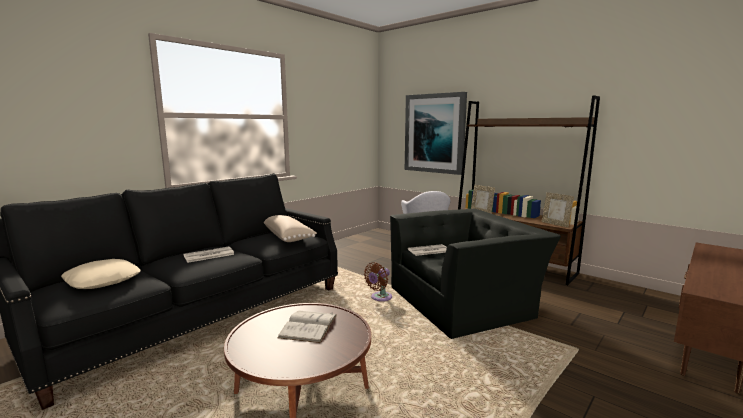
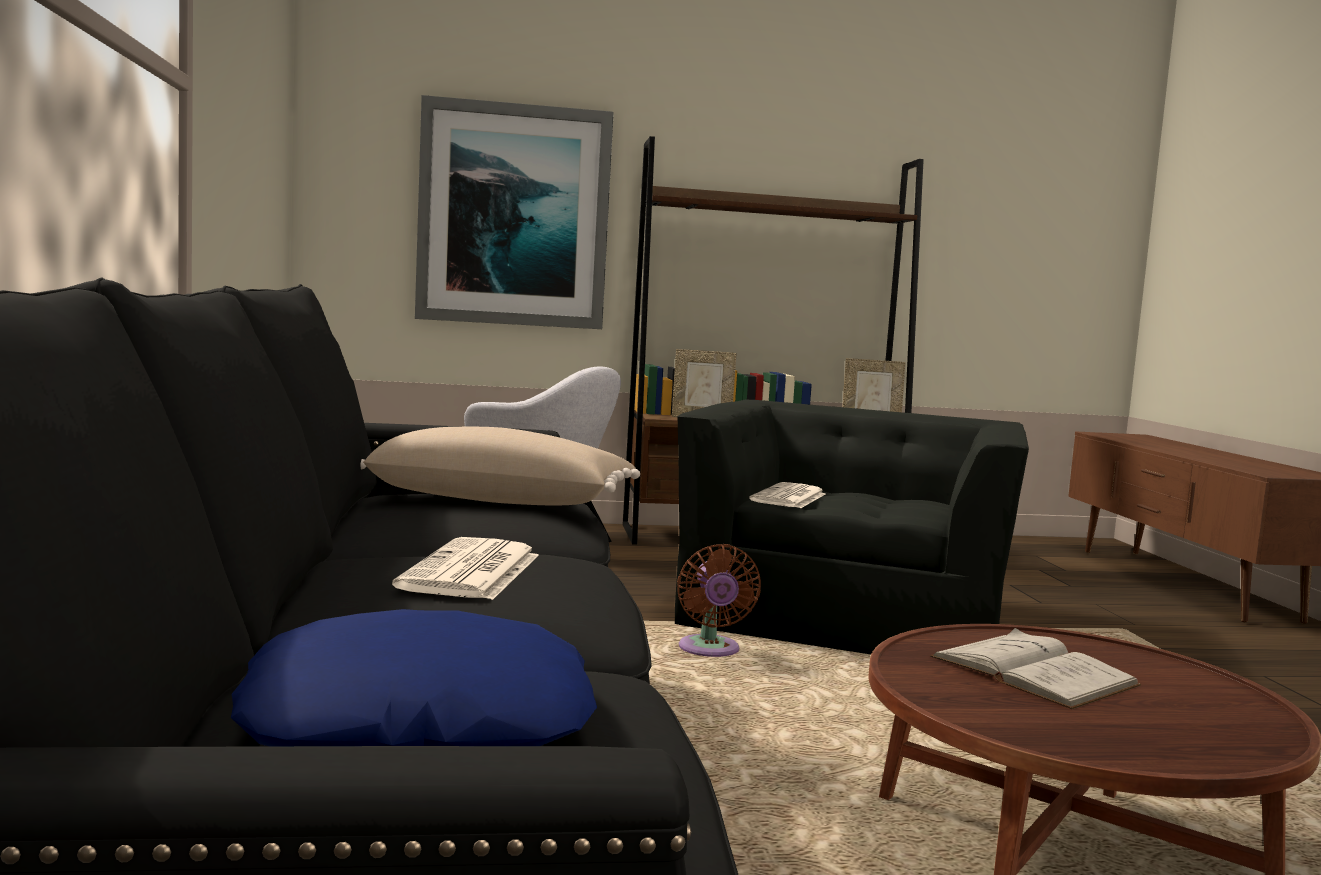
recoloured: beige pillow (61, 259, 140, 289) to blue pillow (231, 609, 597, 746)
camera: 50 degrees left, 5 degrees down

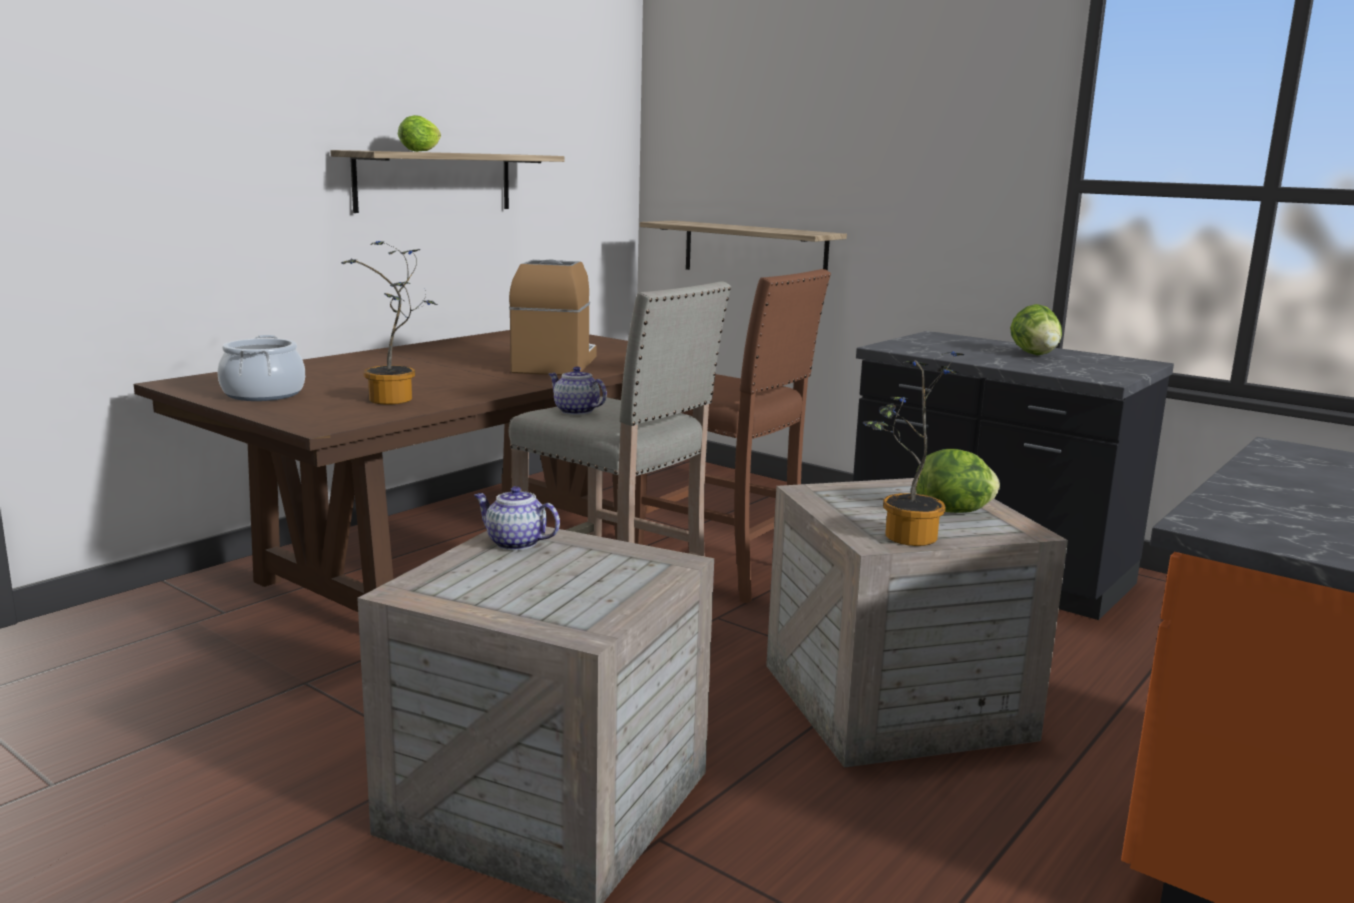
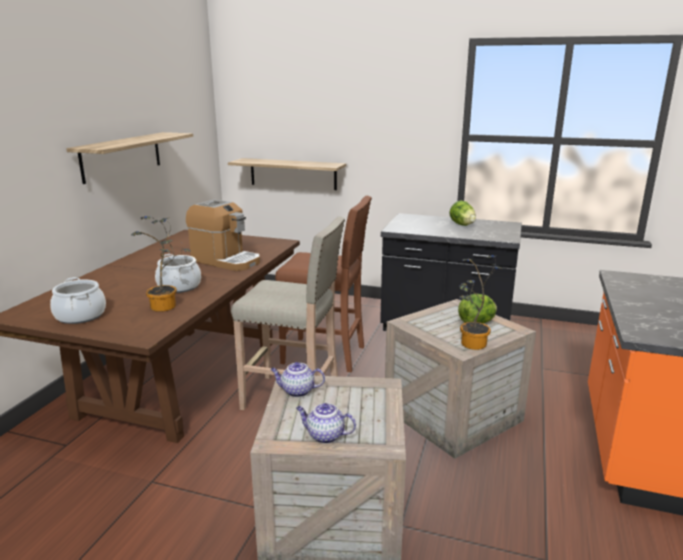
removed: lettuce (398, 115, 441, 152)
added: cooking pot (155, 254, 201, 293)
moved: teapot (548, 366, 607, 415) to (296, 403, 356, 444)
turned: coffee machine (509, 260, 596, 375) = (186, 199, 260, 271) 135 degrees clockwise
camera: 20 degrees left, 5 degrees up

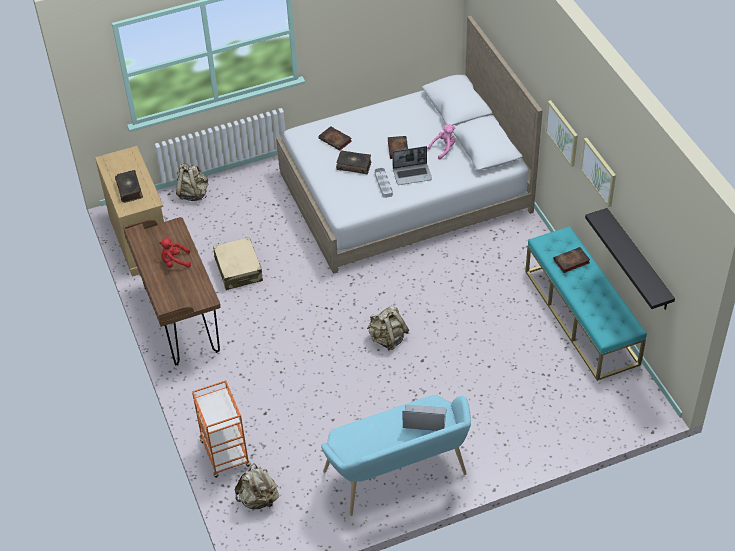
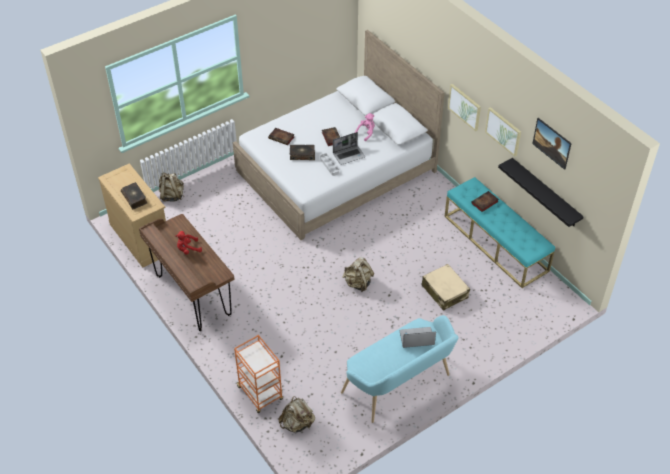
added: picture (532, 118, 572, 170)
moved: beige suitcase (213, 237, 263, 290) to (422, 264, 470, 311)
camera: 15 degrees left, 0 degrees up

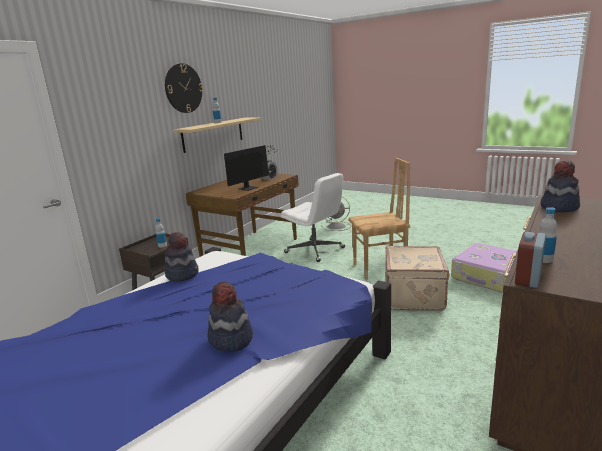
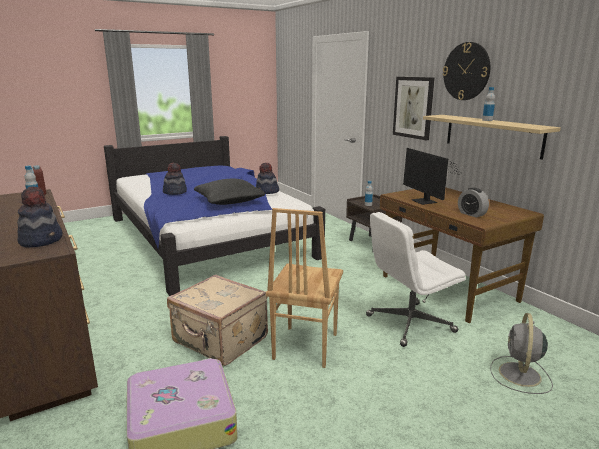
added: black pillow (194, 179, 265, 205); picture (393, 77, 435, 140)
camera: 115 degrees right, 0 degrees up

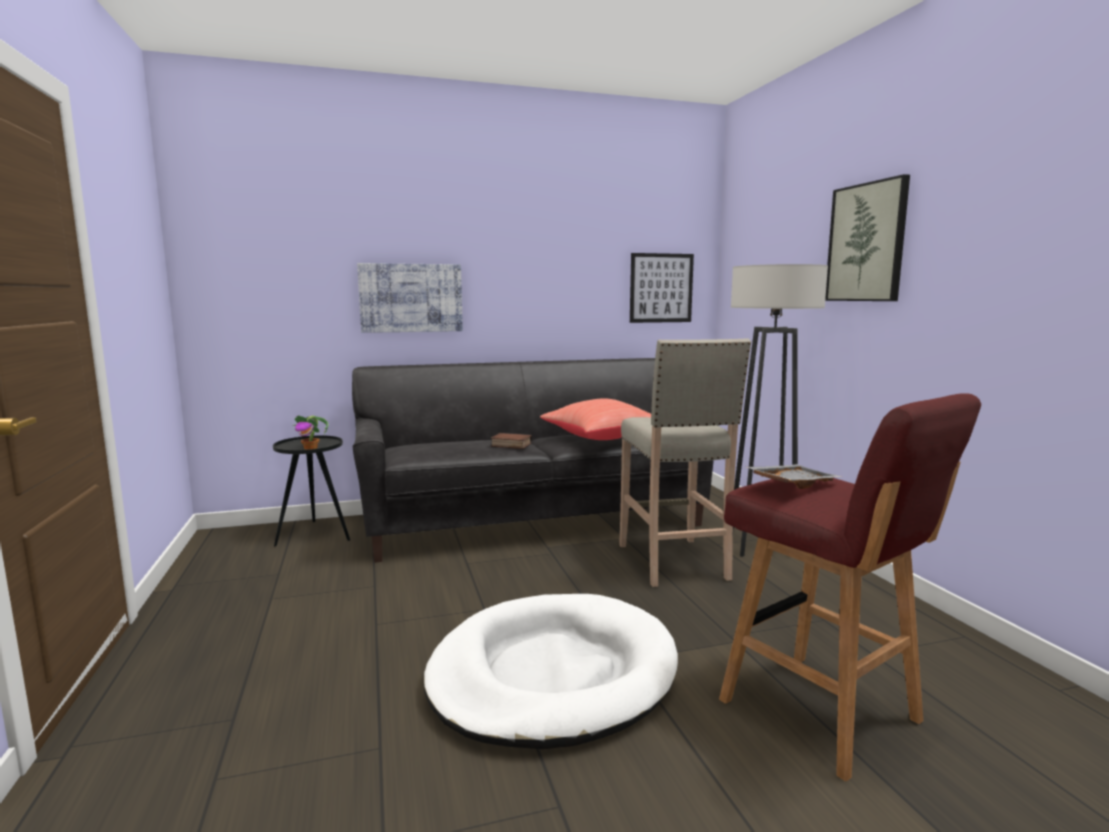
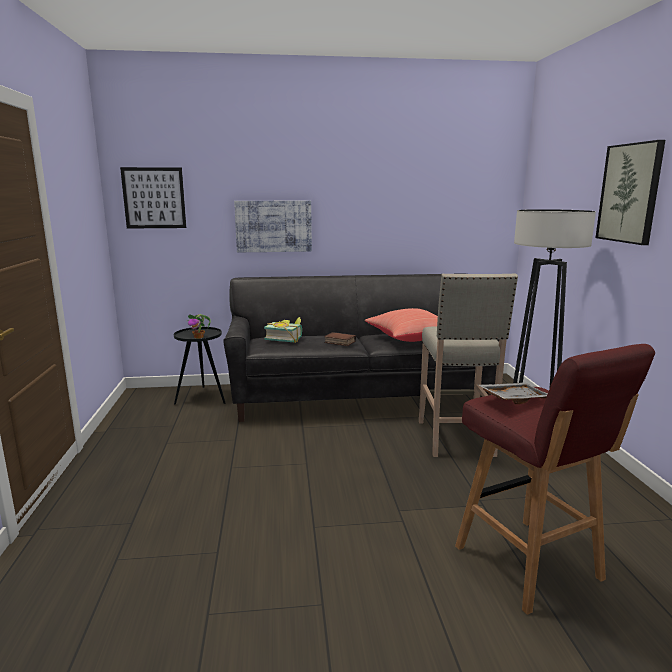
removed: white dog bed (424, 594, 678, 749)
added: book (264, 317, 302, 343)
moved: picture (630, 253, 694, 323) to (120, 167, 186, 229)
camera: 10 degrees right, 5 degrees up

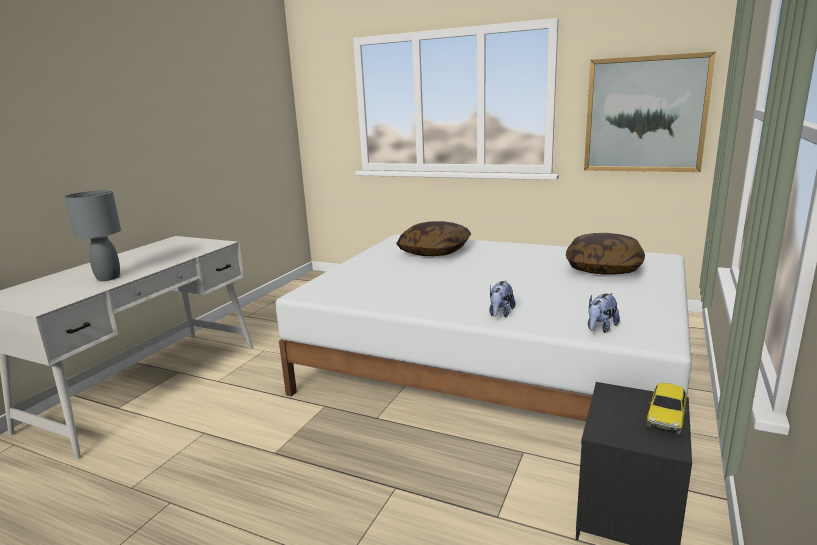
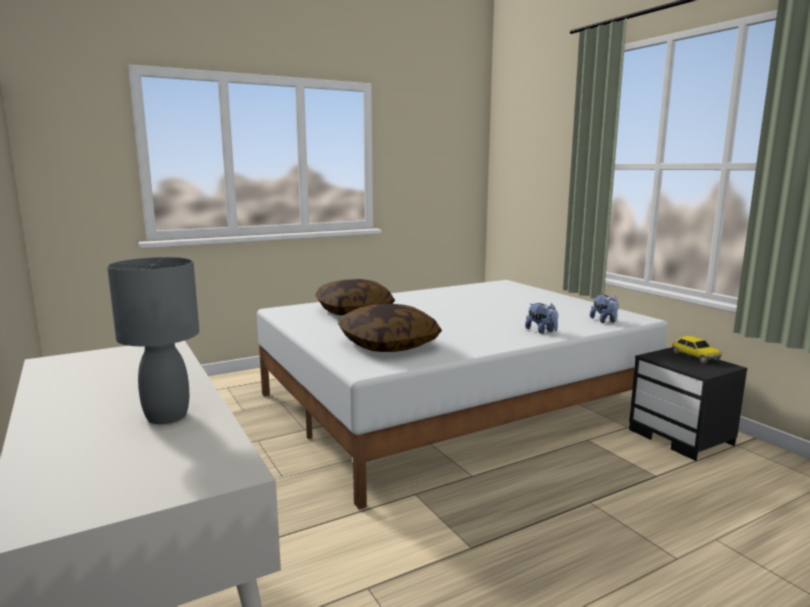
removed: picture (584, 52, 716, 172)
moved: pillow (566, 233, 645, 275) to (338, 304, 442, 352)
camera: 55 degrees left, 5 degrees down

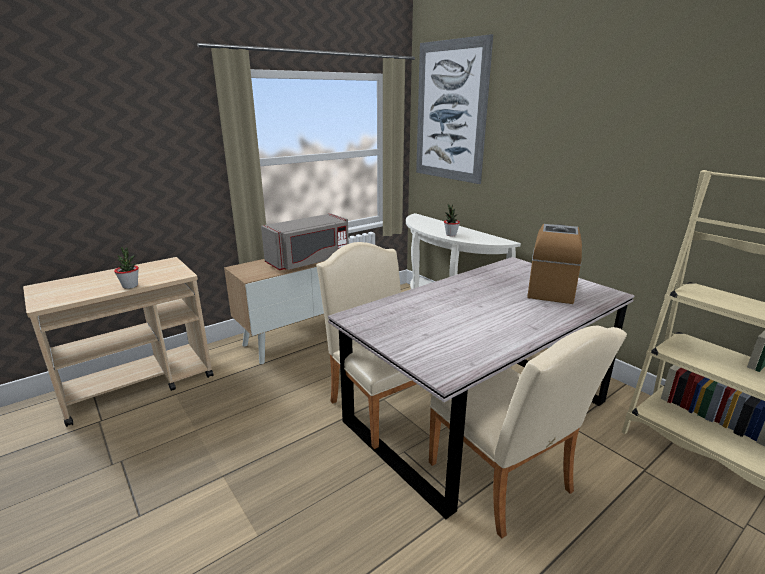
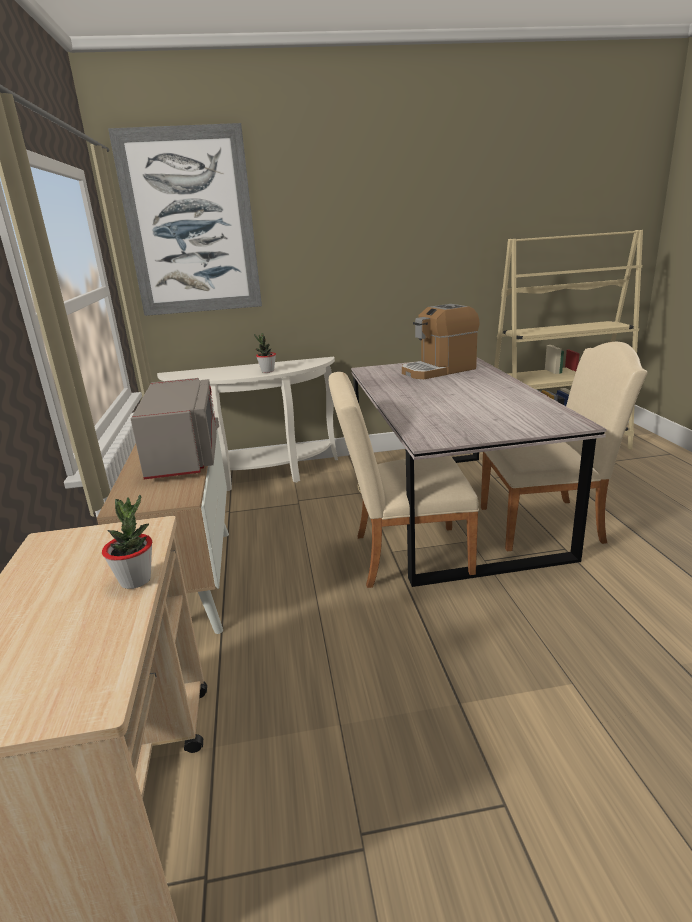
turned: coffee machine (527, 224, 582, 304) = (402, 304, 480, 379) 75 degrees counterclockwise
camera: 60 degrees left, 0 degrees up

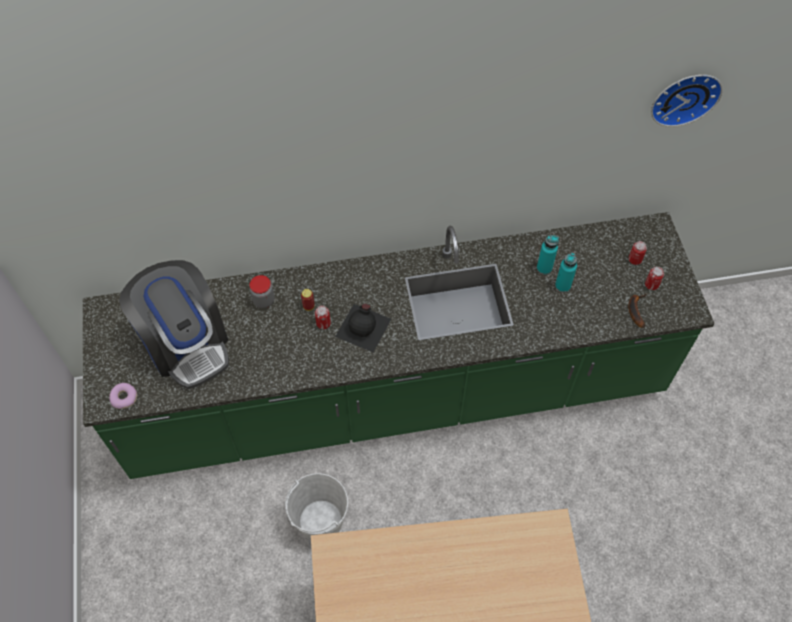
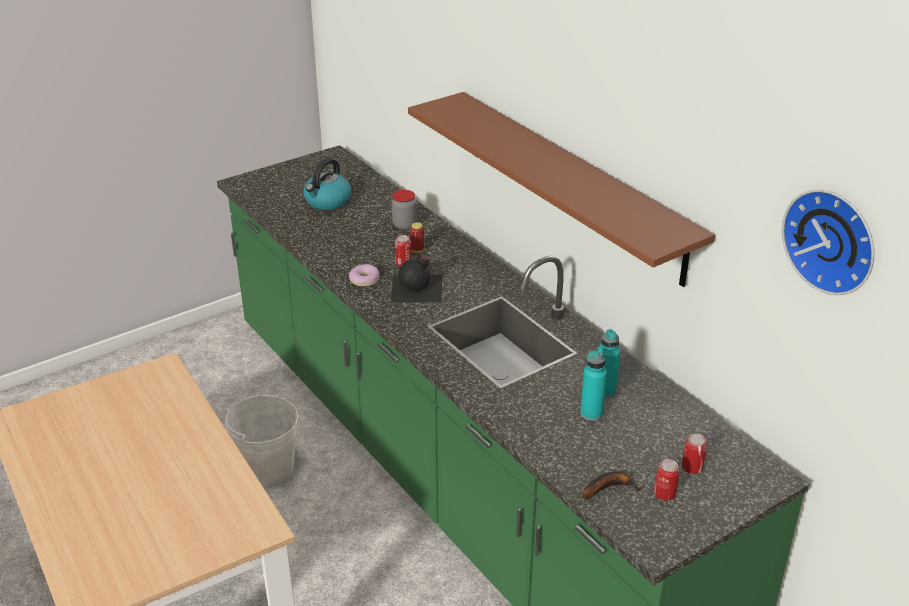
added: brown shelf (408, 92, 715, 287)
moved: donut (109, 383, 137, 409) to (349, 264, 379, 287)
replaced: coffee machine (119, 260, 229, 389) to kettle (304, 158, 352, 210)
camera: 65 degrees right, 25 degrees down

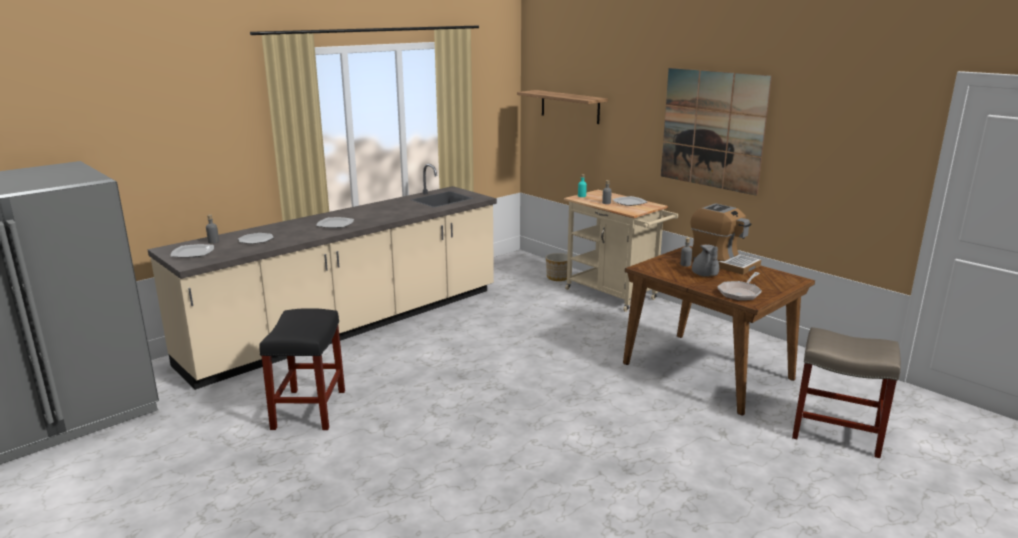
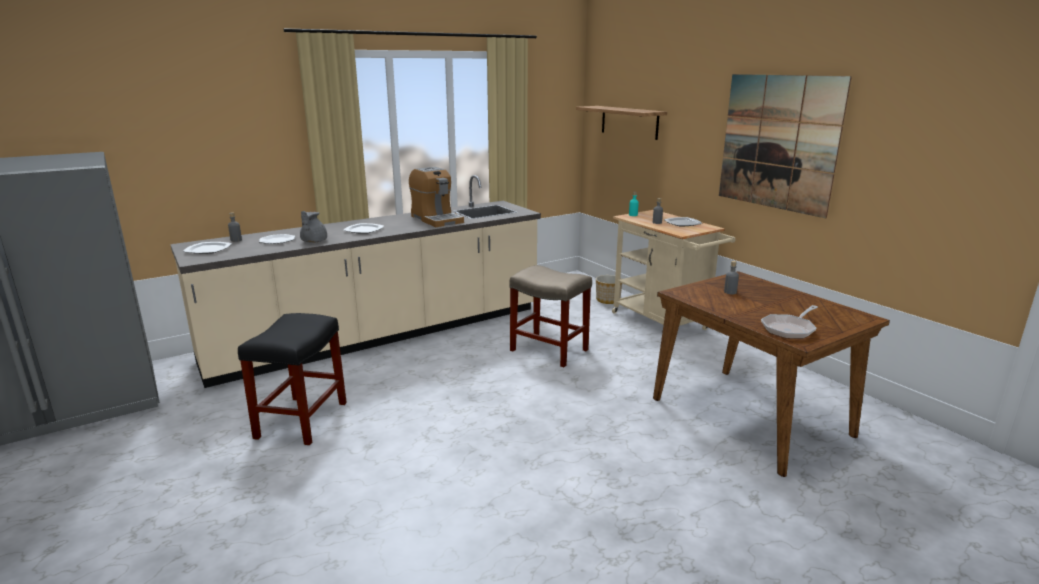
moved: coffee machine (691, 203, 761, 275) to (409, 167, 464, 227); grey teapot (692, 244, 719, 277) to (300, 211, 327, 243); beige stool (792, 327, 901, 458) to (510, 265, 592, 367)
camera: 10 degrees right, 0 degrees up

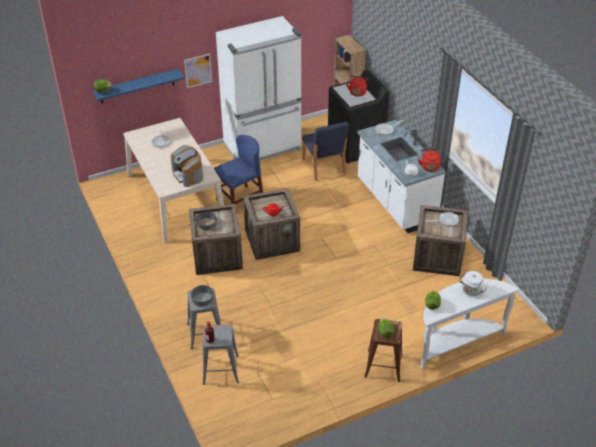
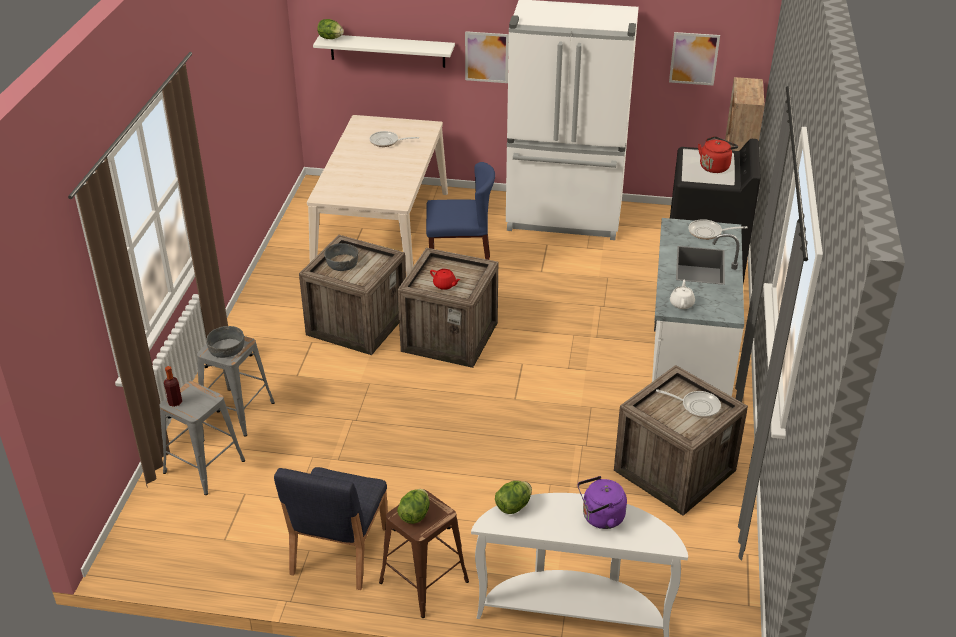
removed: coffee machine (171, 145, 203, 187); red kettle (418, 149, 441, 172)
added: picture (669, 32, 720, 86)
moved: blue chair (302, 122, 349, 181) to (274, 467, 388, 590)
recoloured: blue shelf (93, 69, 185, 103) to white shelf (313, 35, 455, 68); white kettle (459, 271, 487, 296) to purple kettle (578, 476, 627, 529)
camera: 35 degrees right, 5 degrees down

